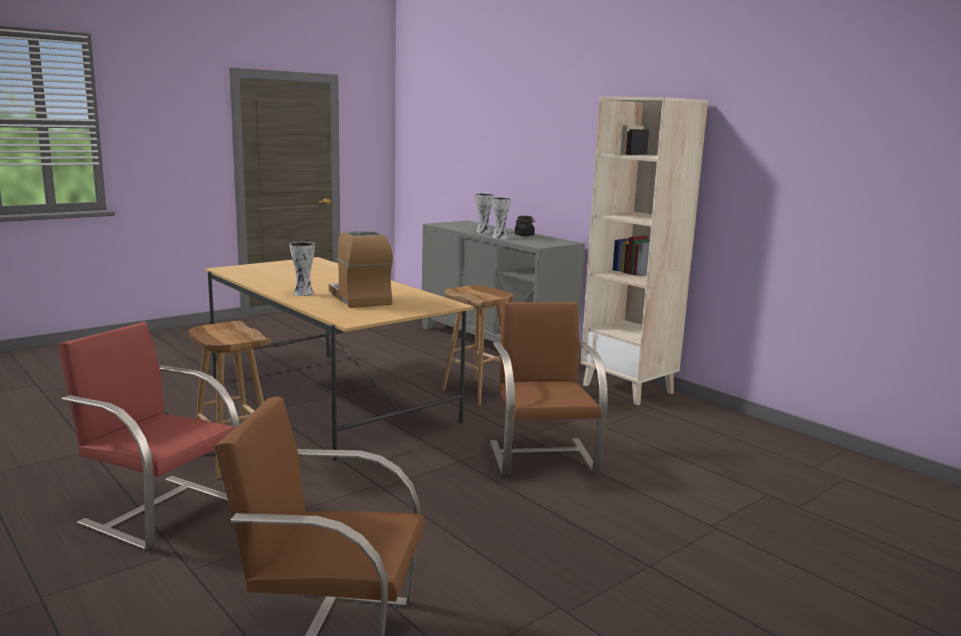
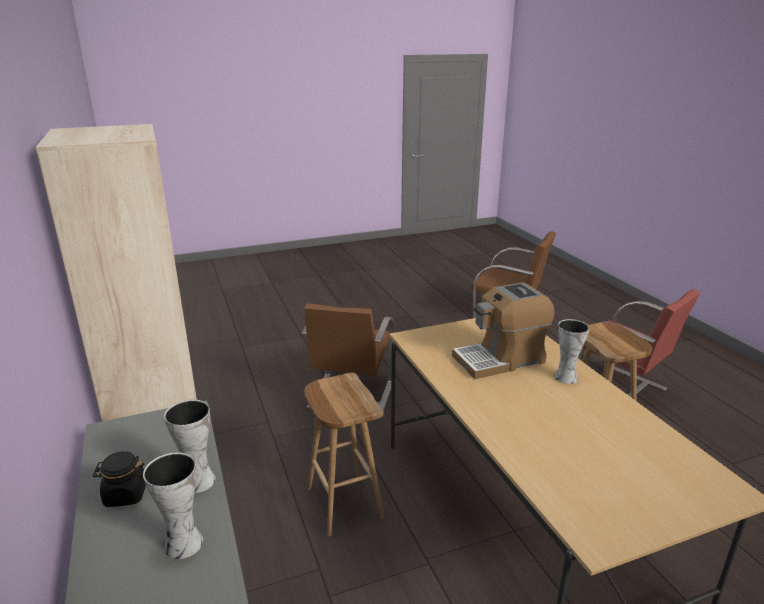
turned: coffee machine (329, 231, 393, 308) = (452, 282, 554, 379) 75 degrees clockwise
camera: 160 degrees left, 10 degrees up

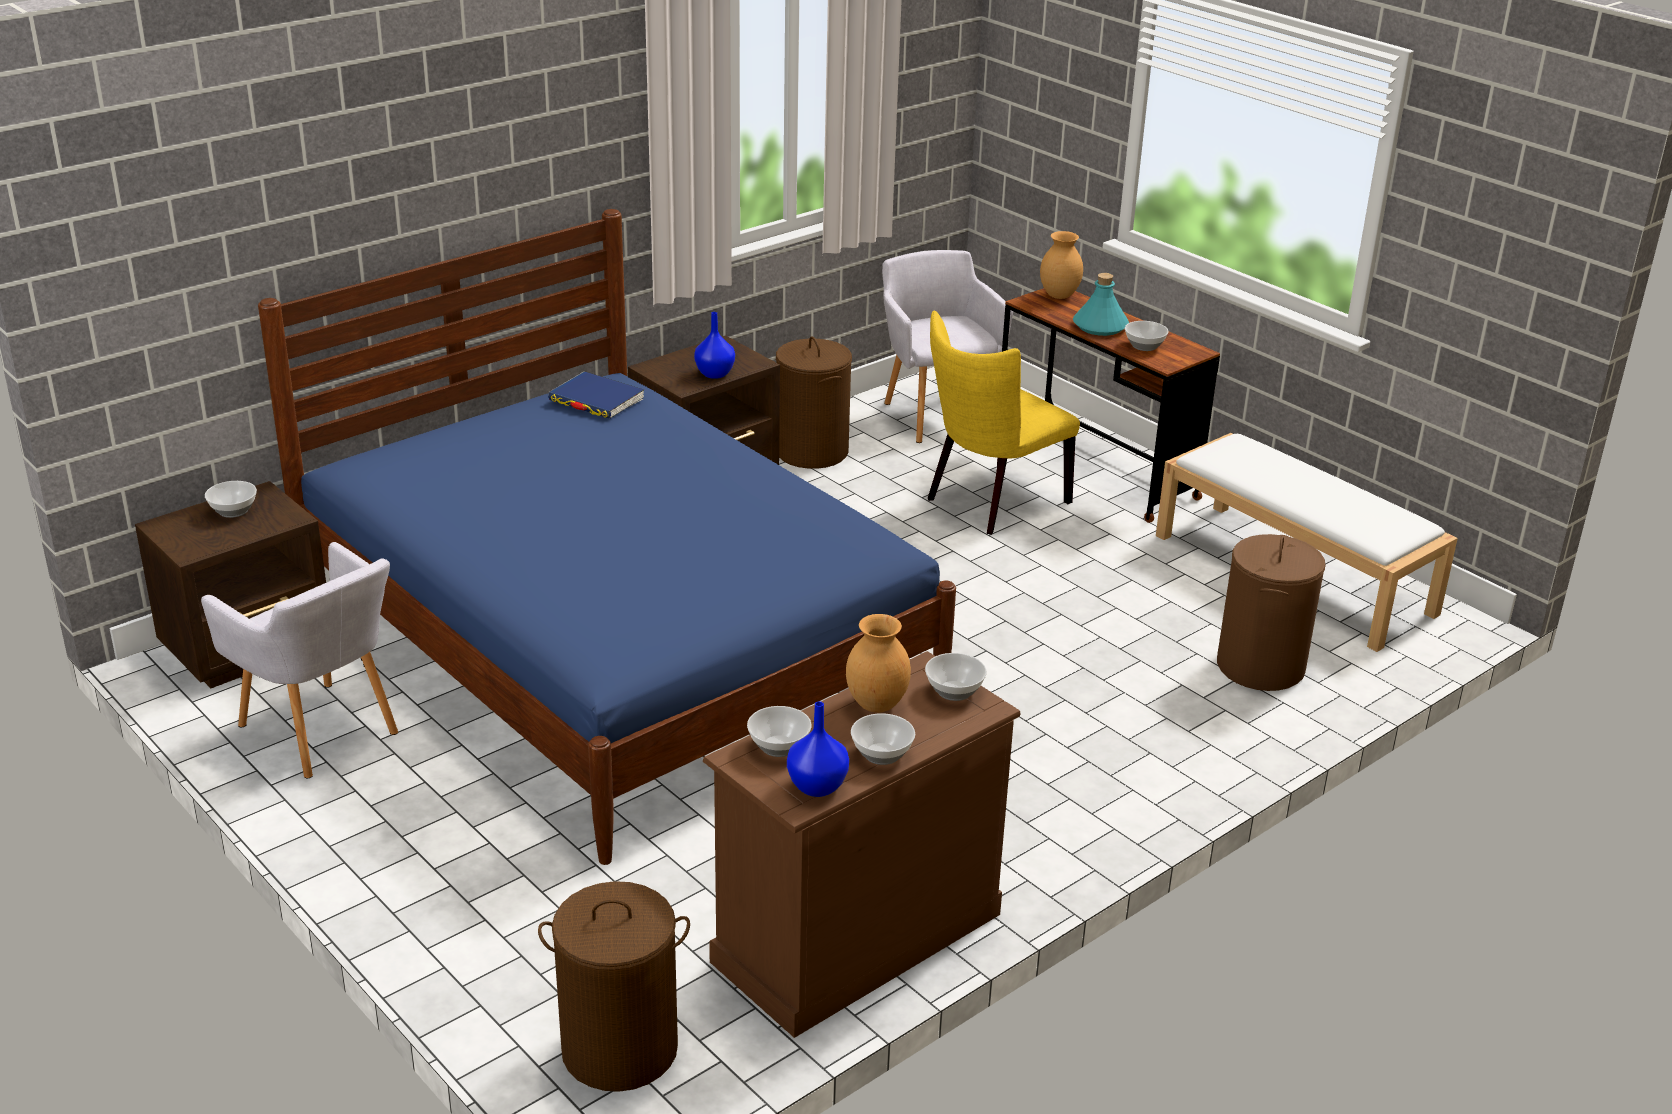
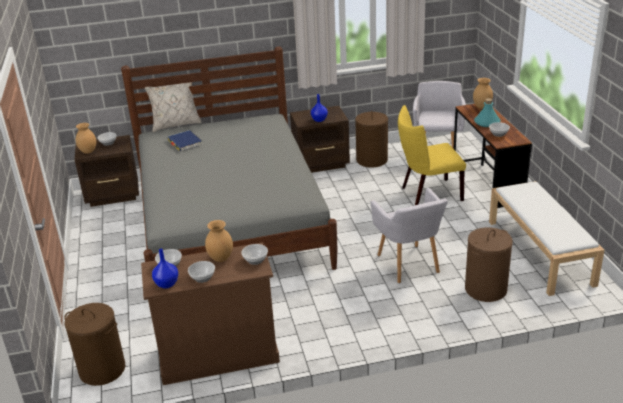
added: brown vase (76, 123, 96, 154); beige pillow (144, 82, 202, 132)
moved: grey armchair (201, 542, 398, 779) to (371, 188, 448, 283); blue book (548, 371, 644, 419) to (167, 130, 203, 151)
recoloured: blue bed (258, 209, 956, 865) to grey bed (121, 47, 337, 270)
camera: 30 degrees right, 0 degrees up

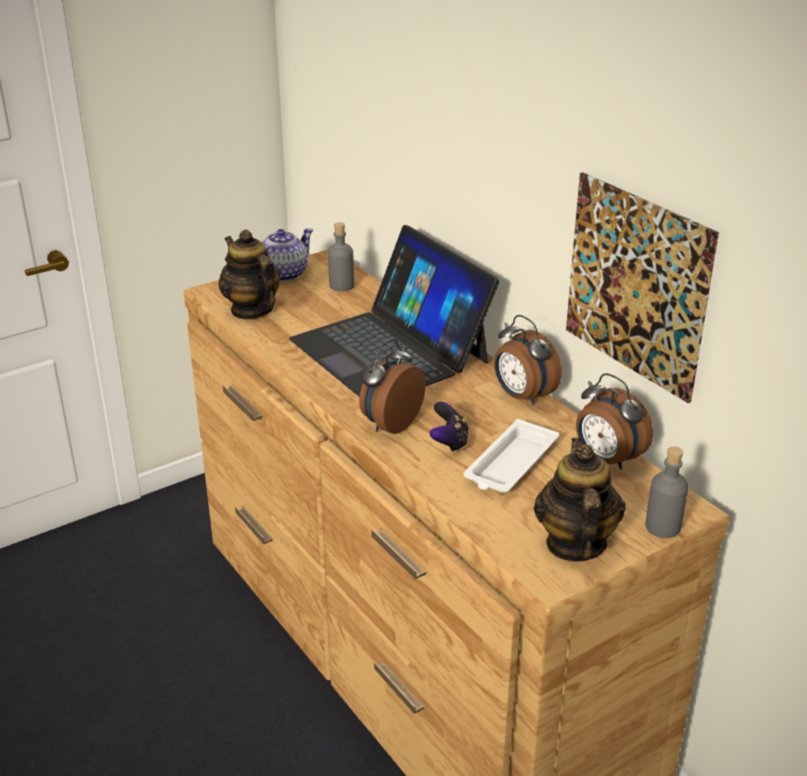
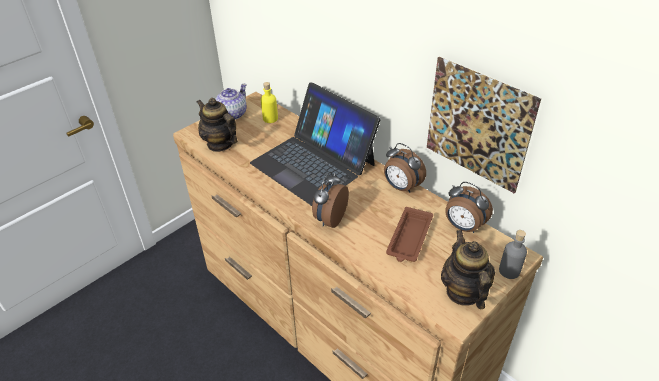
removed: game controller (429, 402, 469, 453)
recoloured: grey bottle (328, 222, 354, 291) to yellow bottle (261, 82, 278, 123); white tray (464, 419, 559, 493) to brown tray (386, 207, 433, 262)
camera: 10 degrees left, 10 degrees up

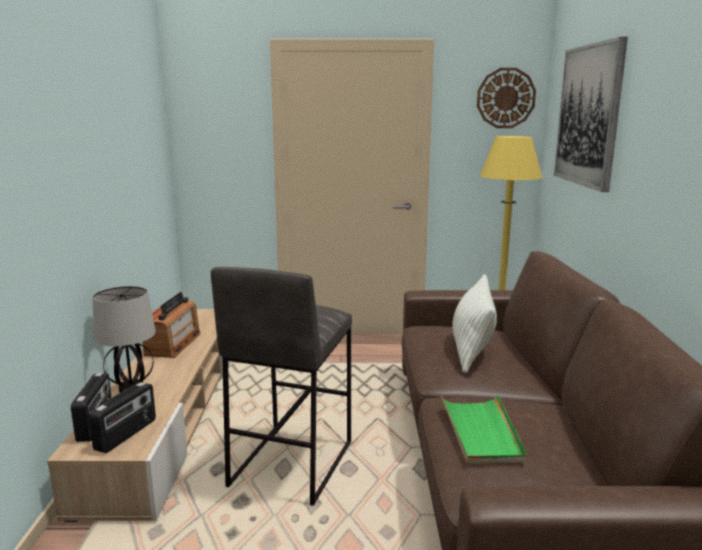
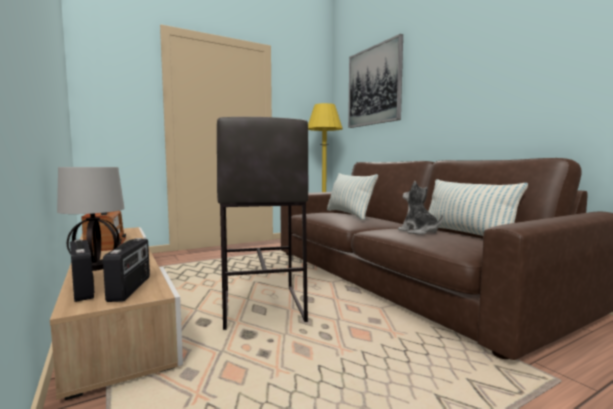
removed: wall clock (477, 68, 536, 128)
added: pillow (428, 179, 528, 236)
replaced: green tray (441, 395, 527, 463) to plush toy (398, 181, 443, 235)
camera: 30 degrees left, 10 degrees down

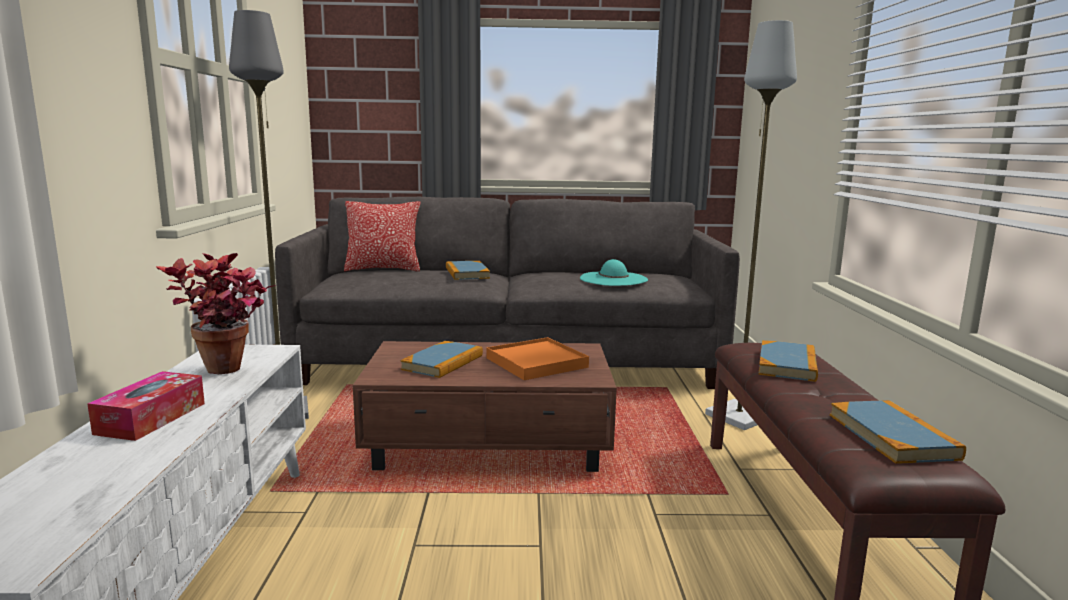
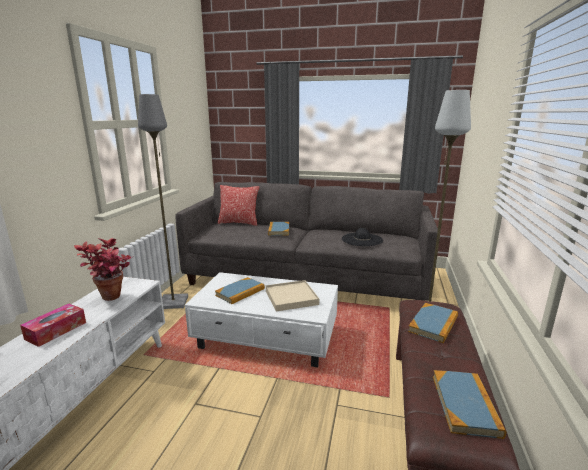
recoloured: brown coffee table (353, 341, 617, 472) to white coffee table (185, 272, 338, 367); orange tray (486, 337, 589, 380) to beige tray (266, 280, 319, 312); turquoise hat (580, 259, 648, 286) to black hat (342, 228, 383, 246)
camera: 15 degrees right, 5 degrees up

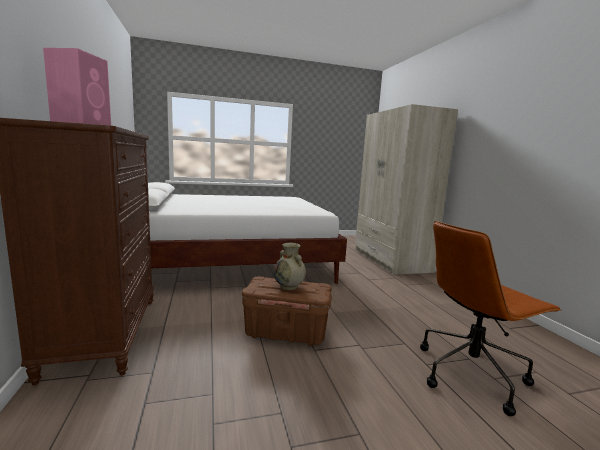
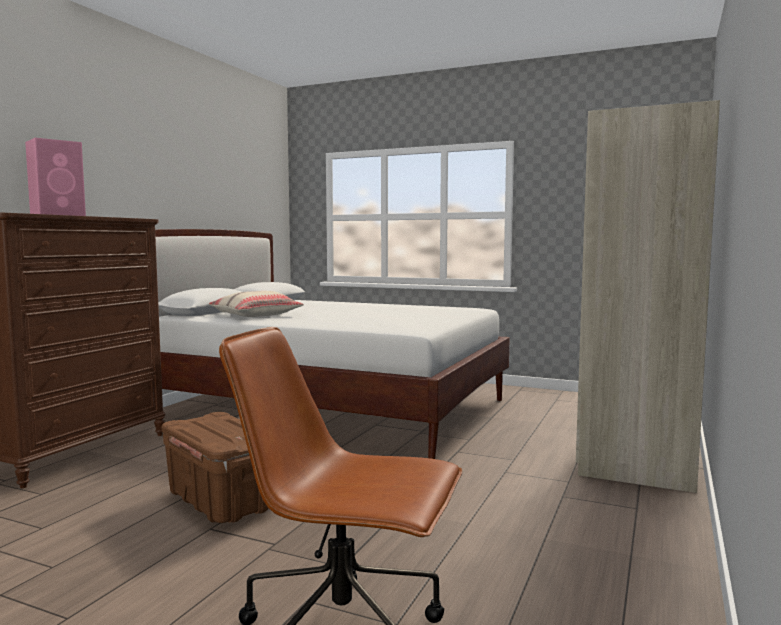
removed: beige vase (274, 243, 306, 290)
added: beige pillow (209, 291, 304, 317)
camera: 40 degrees right, 5 degrees down

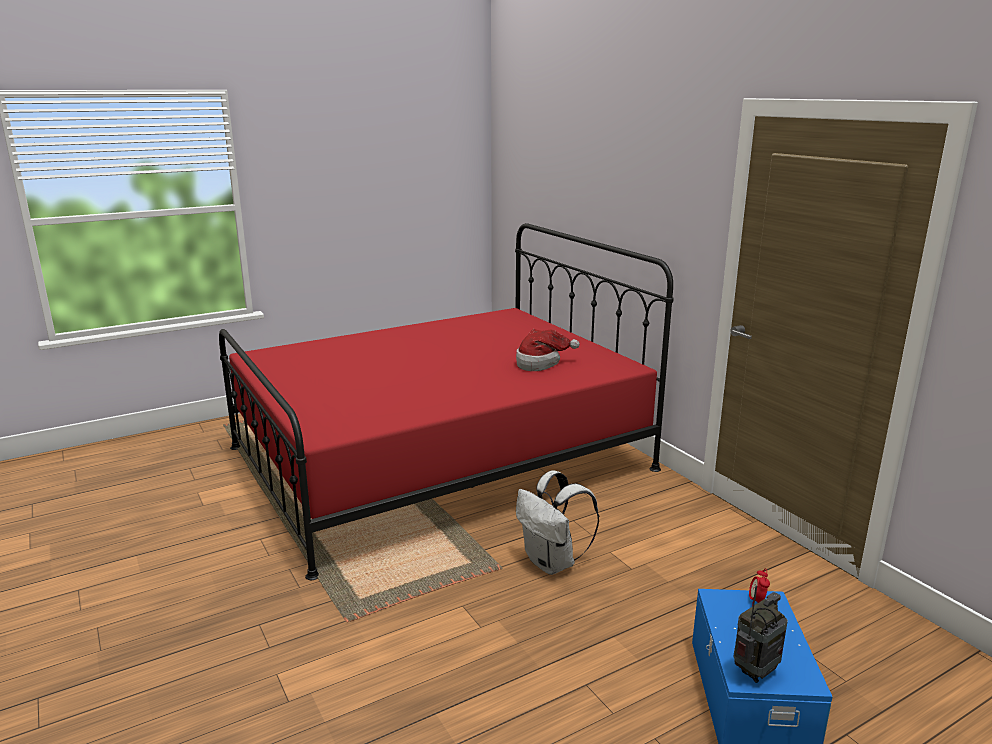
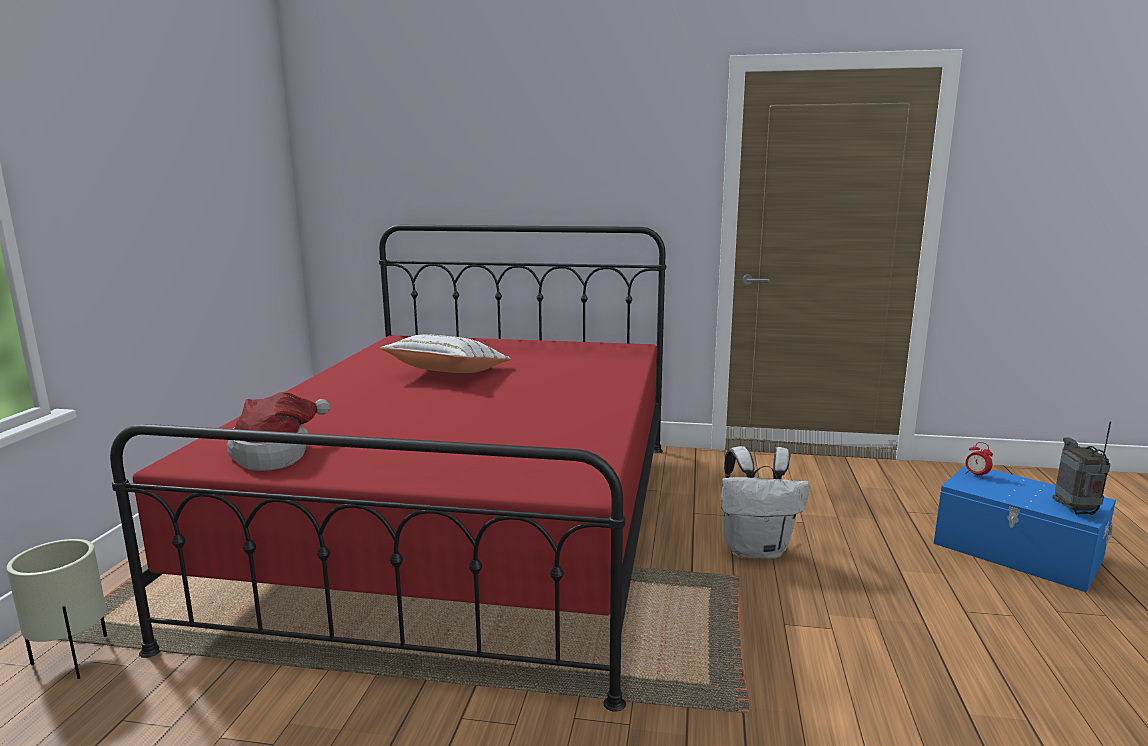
added: beige planter (6, 539, 107, 679); white pillow (380, 334, 511, 373)
moved: hat (516, 329, 580, 371) to (227, 392, 330, 471)
camera: 50 degrees left, 5 degrees down

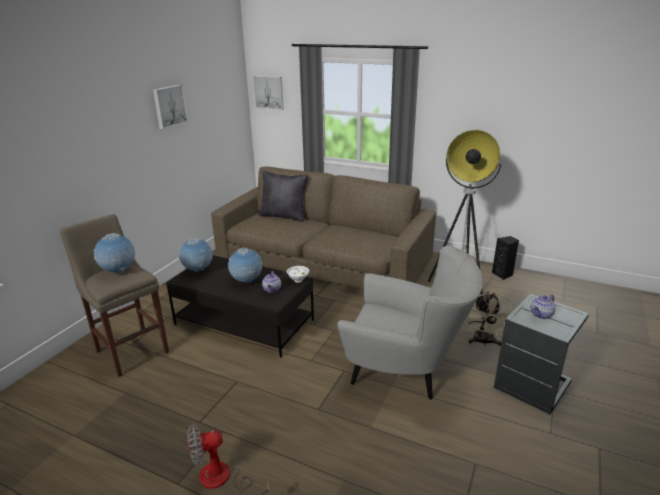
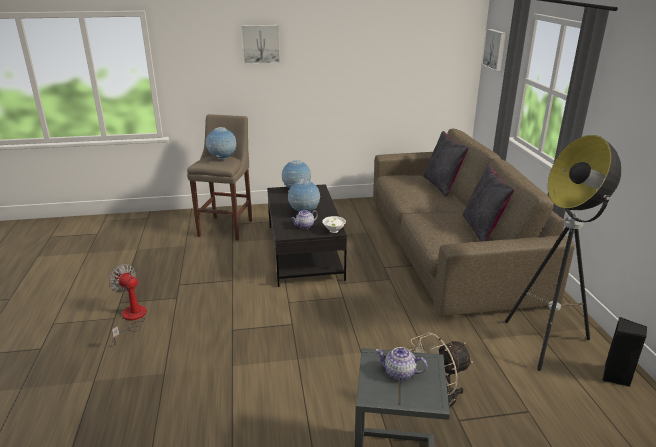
removed: grey armchair (337, 245, 482, 400)
added: black pillow (463, 164, 515, 242)
moved: picture (153, 84, 188, 129) to (241, 25, 280, 64)
camera: 55 degrees right, 0 degrees up

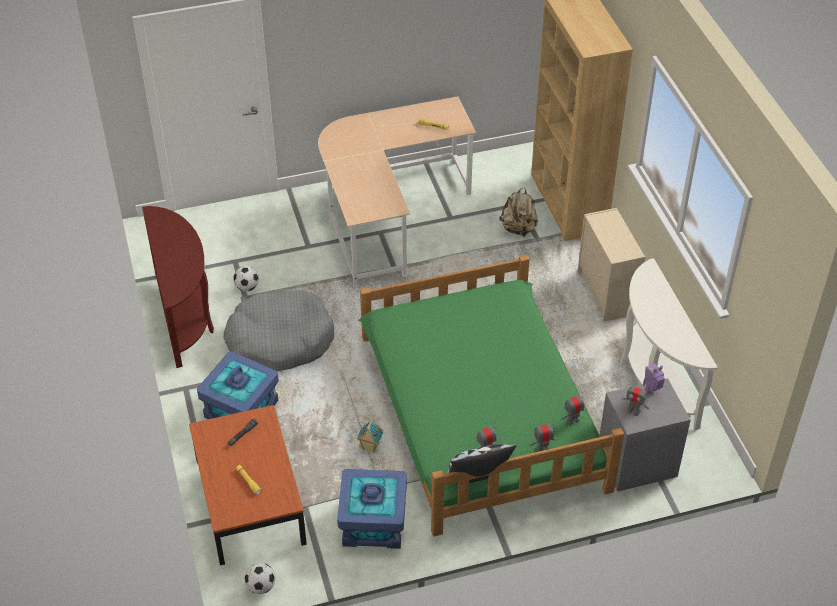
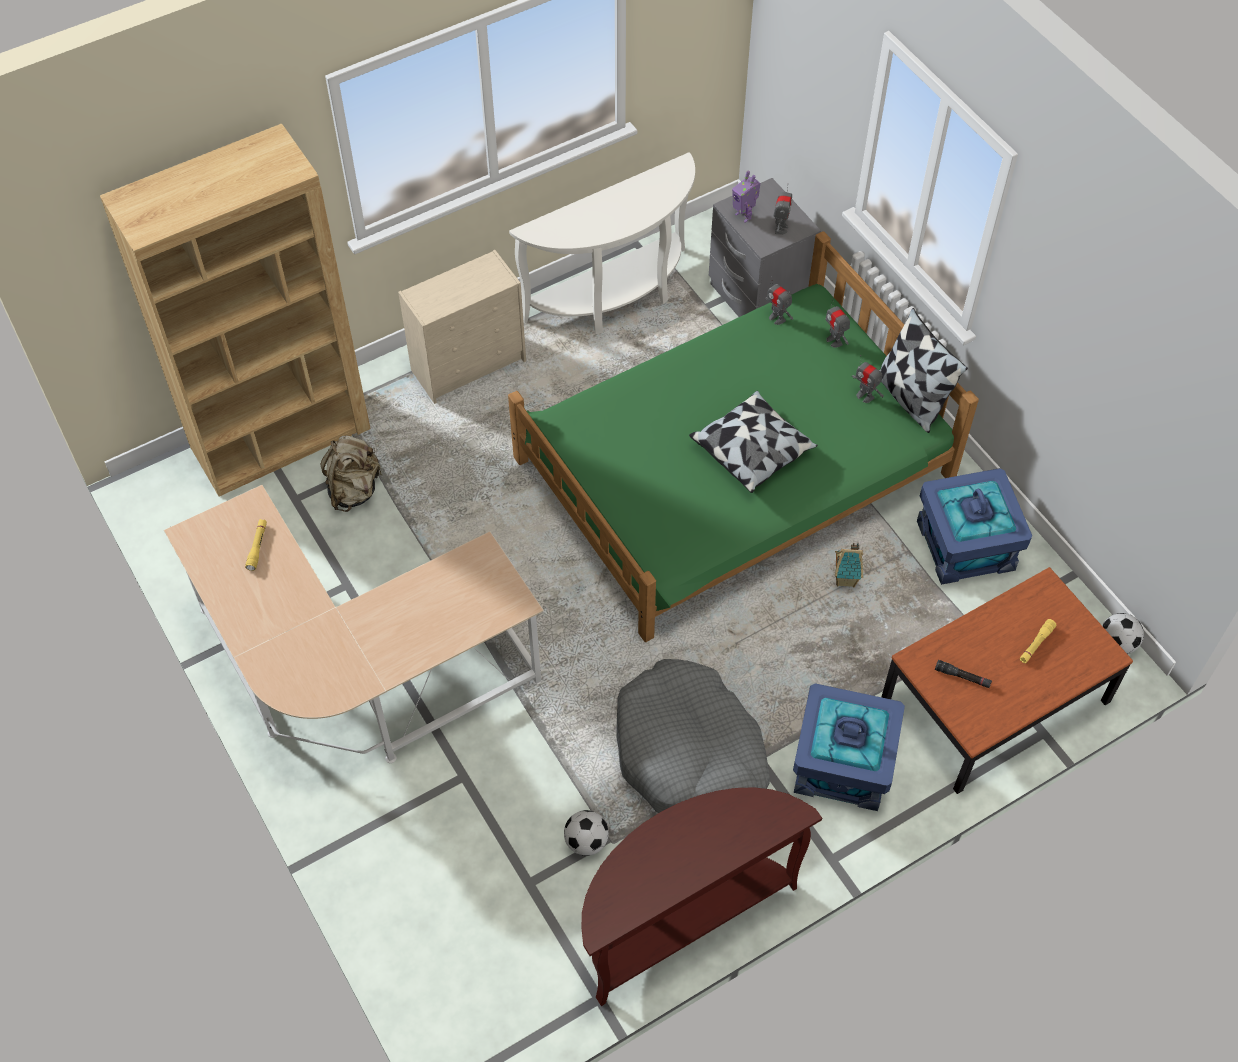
added: pillow (689, 391, 818, 493)
camera: 105 degrees left, 10 degrees up

